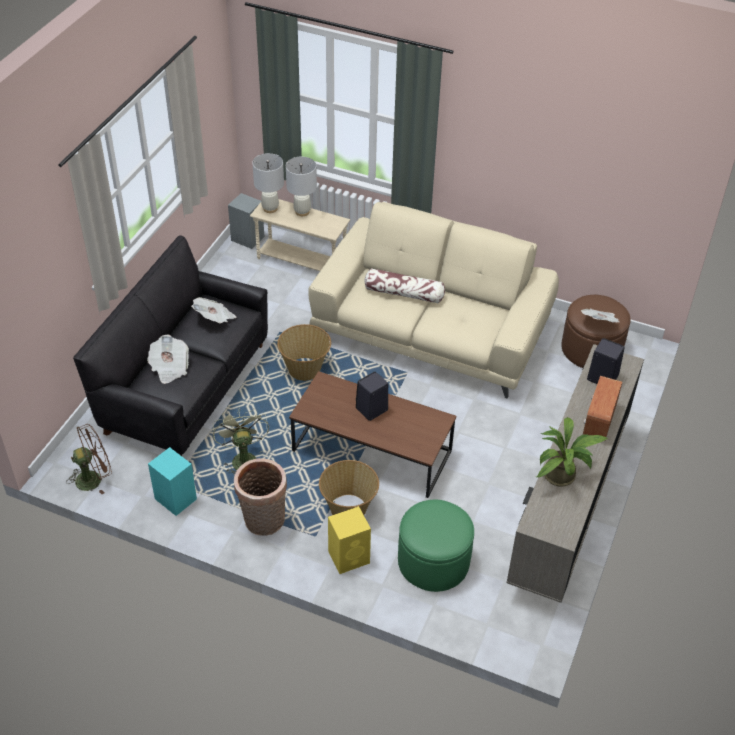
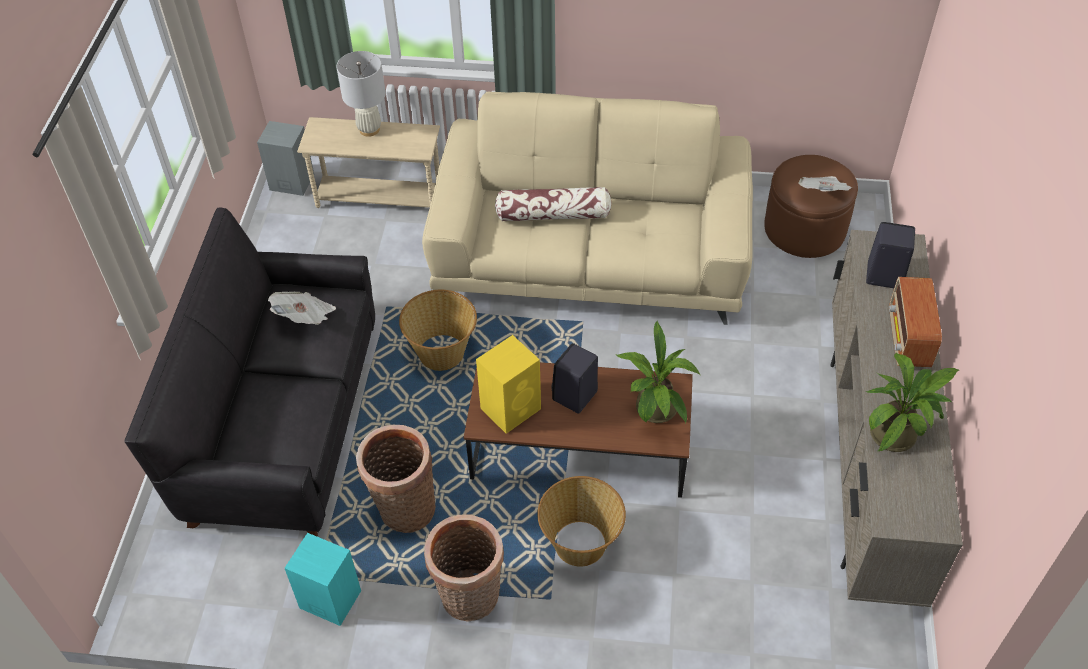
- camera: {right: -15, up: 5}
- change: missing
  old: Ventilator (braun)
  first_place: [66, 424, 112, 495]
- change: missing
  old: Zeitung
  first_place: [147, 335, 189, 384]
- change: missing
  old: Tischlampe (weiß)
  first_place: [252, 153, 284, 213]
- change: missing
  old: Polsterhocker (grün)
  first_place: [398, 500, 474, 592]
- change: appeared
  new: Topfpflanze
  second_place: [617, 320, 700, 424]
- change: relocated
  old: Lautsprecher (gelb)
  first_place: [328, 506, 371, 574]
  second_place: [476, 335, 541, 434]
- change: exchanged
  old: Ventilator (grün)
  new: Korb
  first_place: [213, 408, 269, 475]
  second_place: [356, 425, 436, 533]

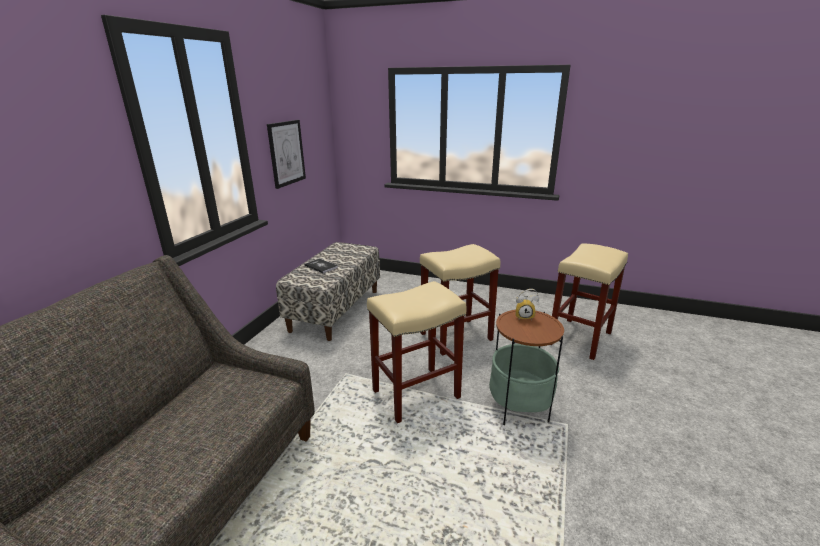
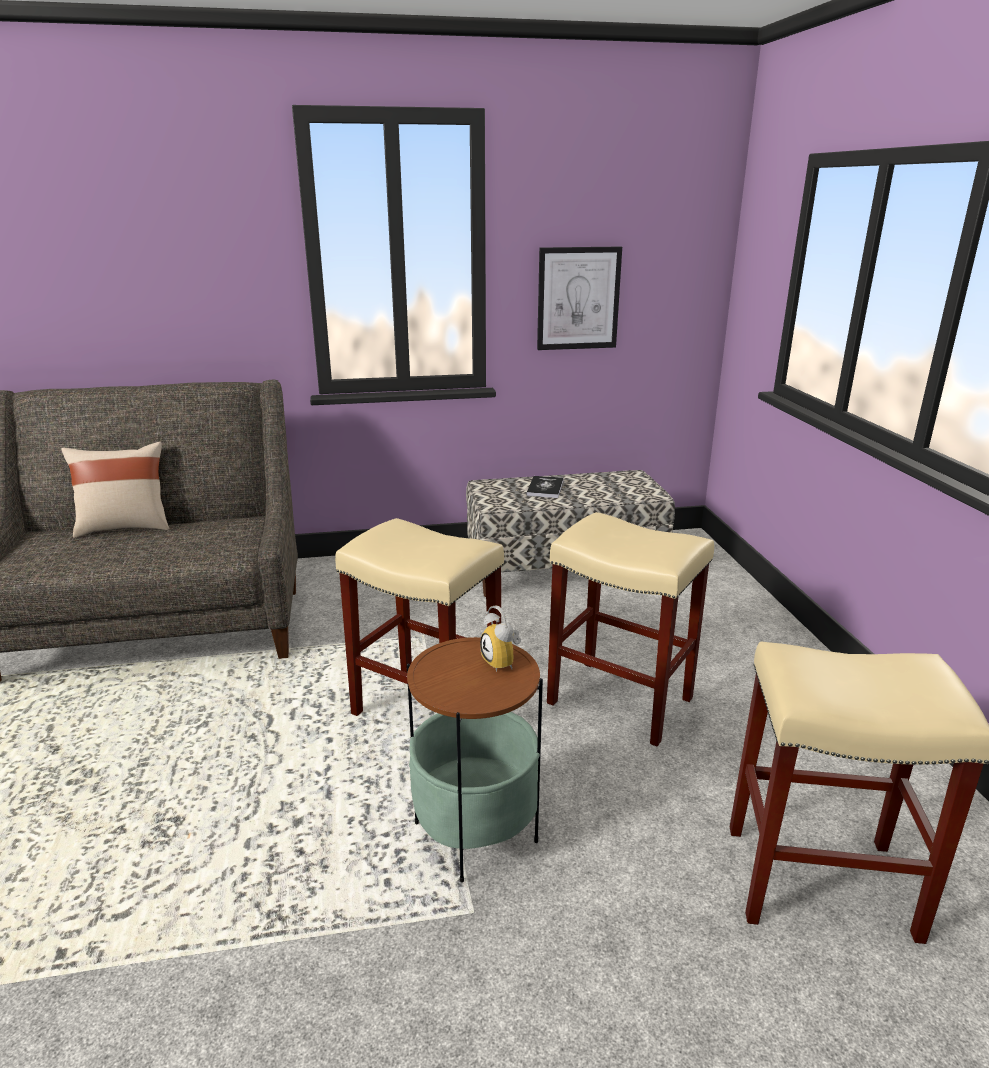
- camera: {right: 60, up: 0}
- change: appeared
  new: Kissen (beige)
  second_place: [61, 442, 169, 538]

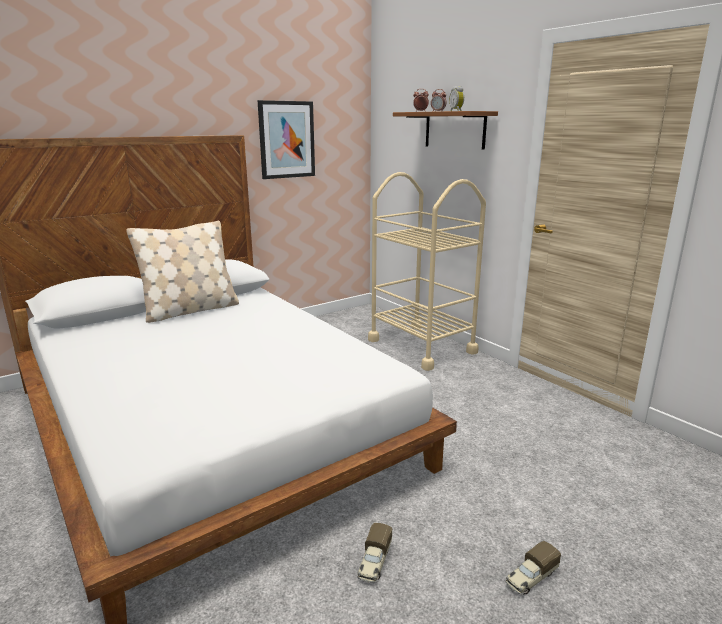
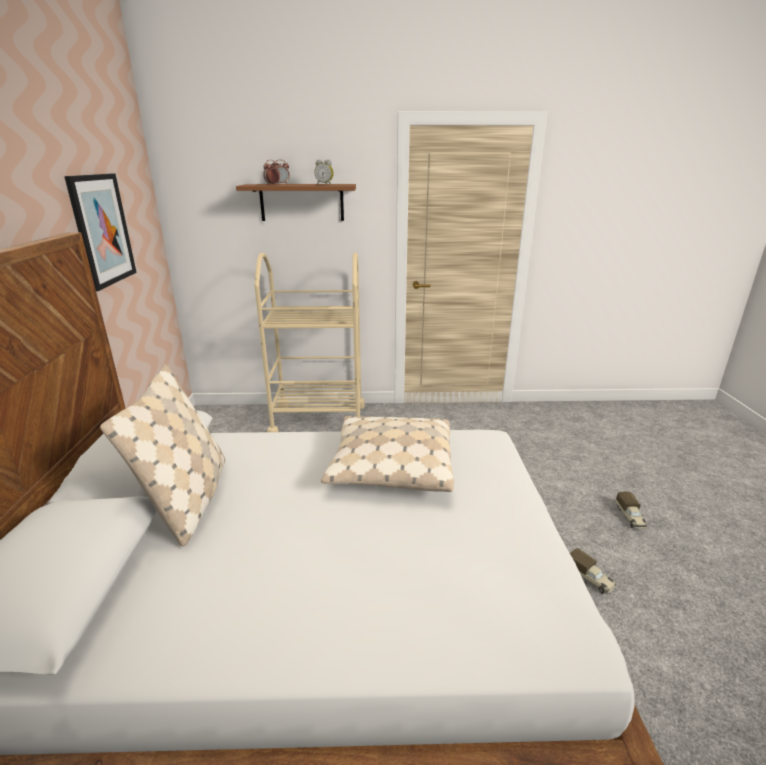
- camera: {right: -55, up: 5}
- change: appeared
  new: Kissen (beige)
  second_place: [321, 416, 454, 492]

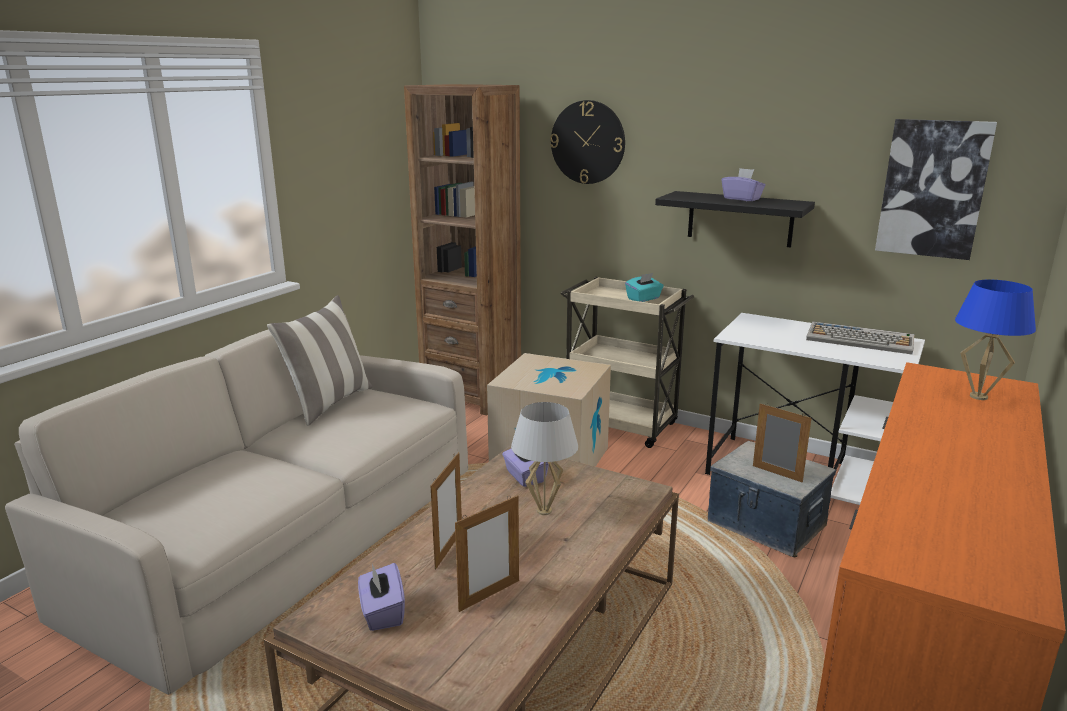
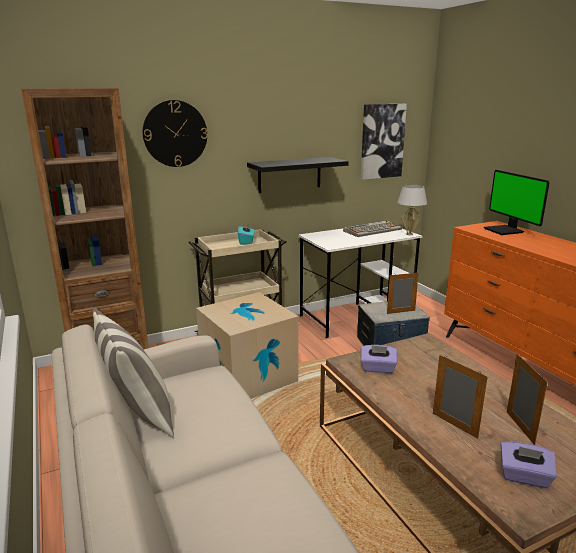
- camera: {right: -55, up: 0}
- change: missing
  old: Taschentuchbox (lila)
  first_place: [722, 168, 766, 201]
- change: relocated
  old: Tischlampe (weiß)
  first_place: [511, 402, 578, 515]
  second_place: [397, 185, 427, 235]
- change: exchanged
  old: Tischlampe (blau)
  new: Monitor
  first_place: [955, 280, 1036, 400]
  second_place: [484, 170, 550, 235]

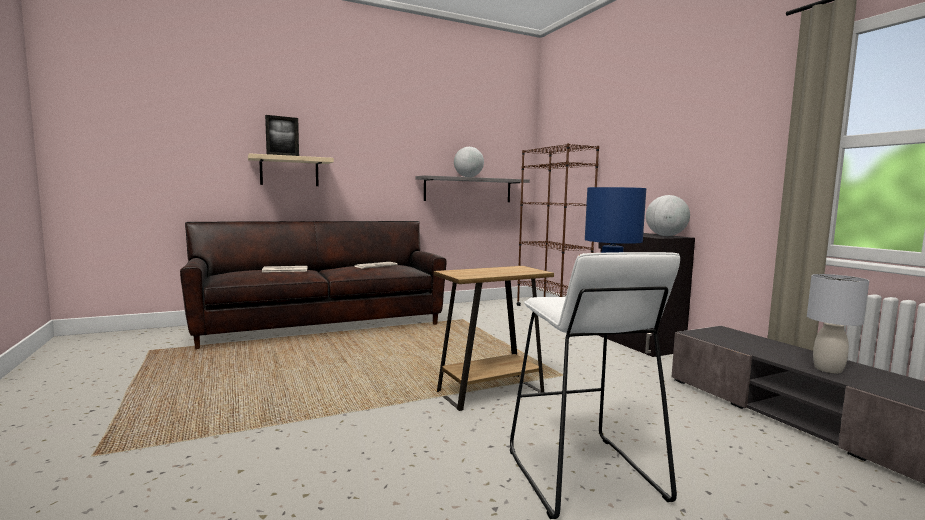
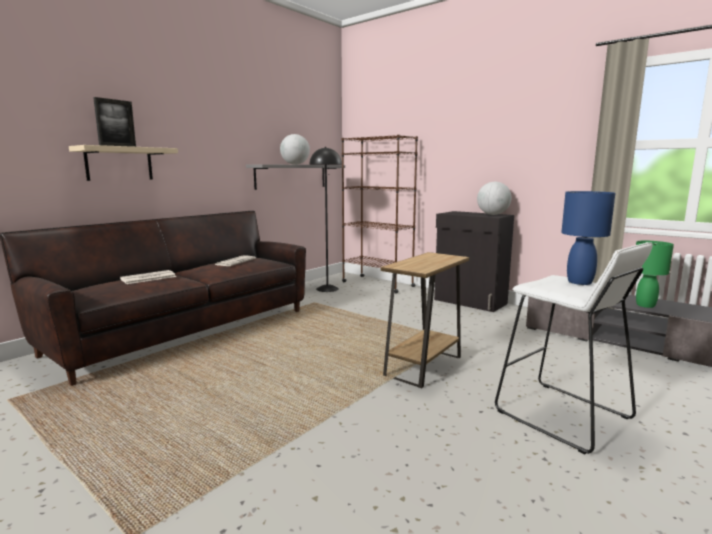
- camera: {right: -25, up: 5}
- change: appeared
  new: Stehlampe (schwarz)
  second_place: [309, 147, 342, 292]
- change: colour
  old: Tischlampe (grau)
  new: Tischlampe (grün)
  first_place: [807, 274, 869, 373]
  second_place: [636, 241, 674, 308]

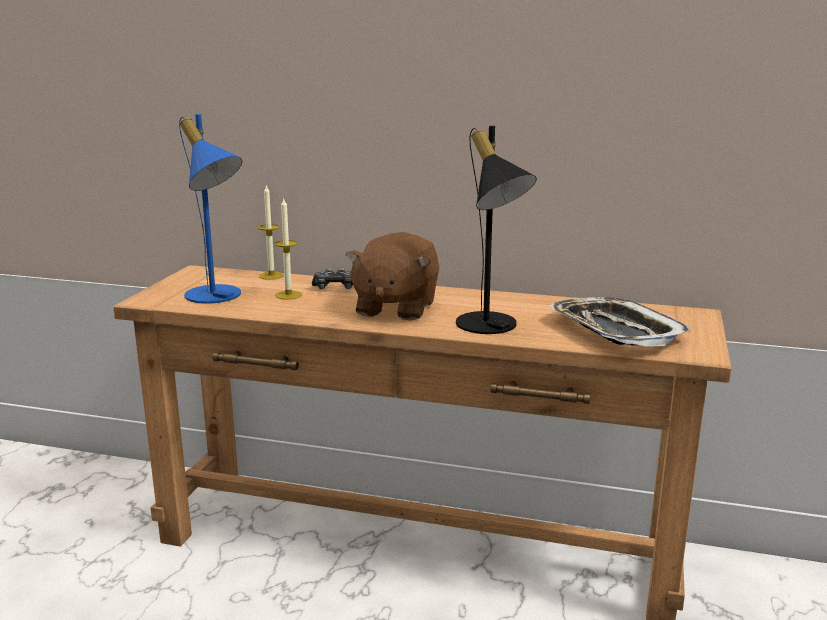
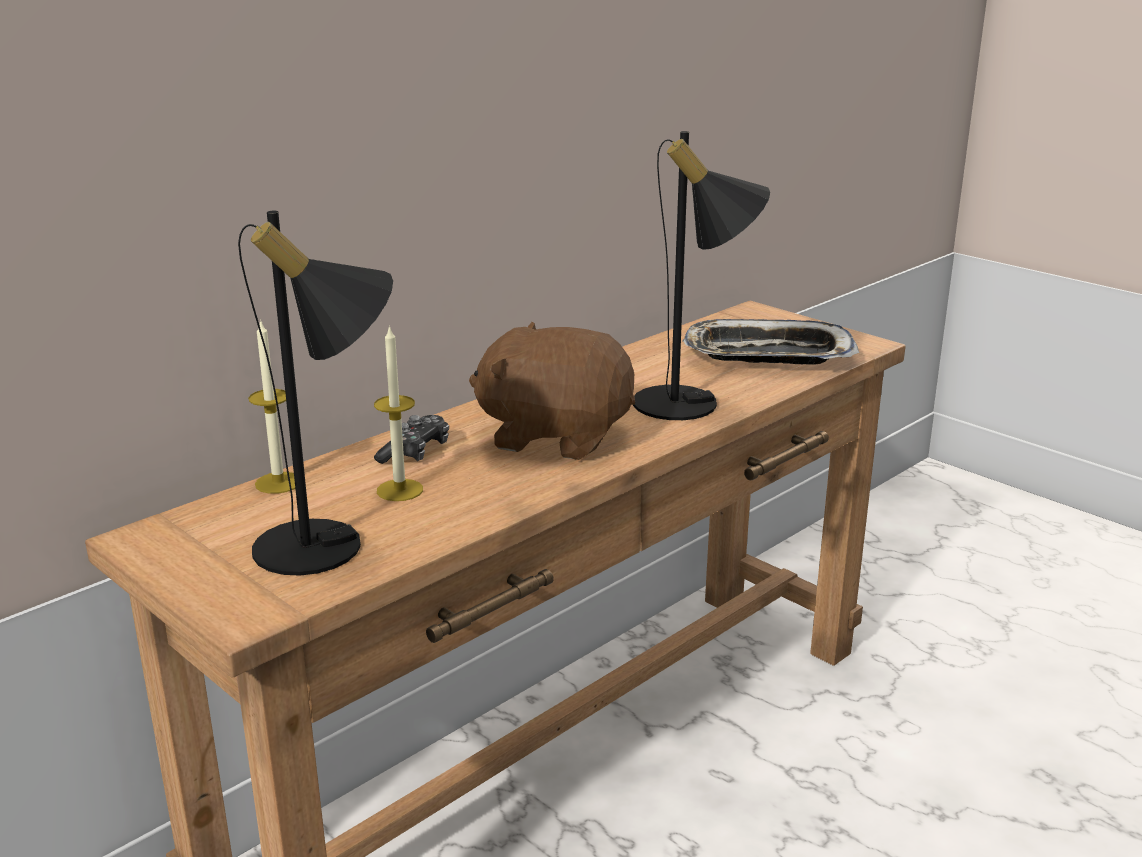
- camera: {right: -60, up: 5}
- change: colour
  old: Tischlampe (blau)
  new: Tischlampe (schwarz)
  first_place: [179, 114, 243, 304]
  second_place: [238, 211, 393, 576]
- change: spun
  old: Plüschtier (braun)
  first_place: [345, 232, 439, 320]
  second_place: [469, 322, 635, 460]
  degrees: 150

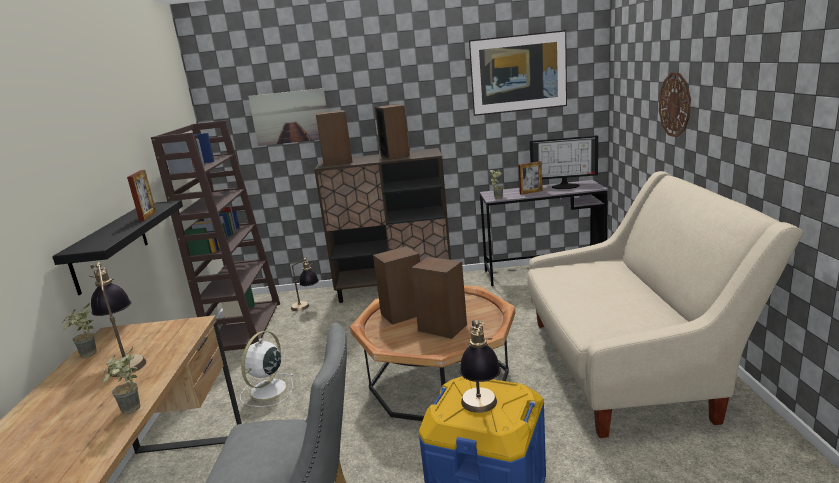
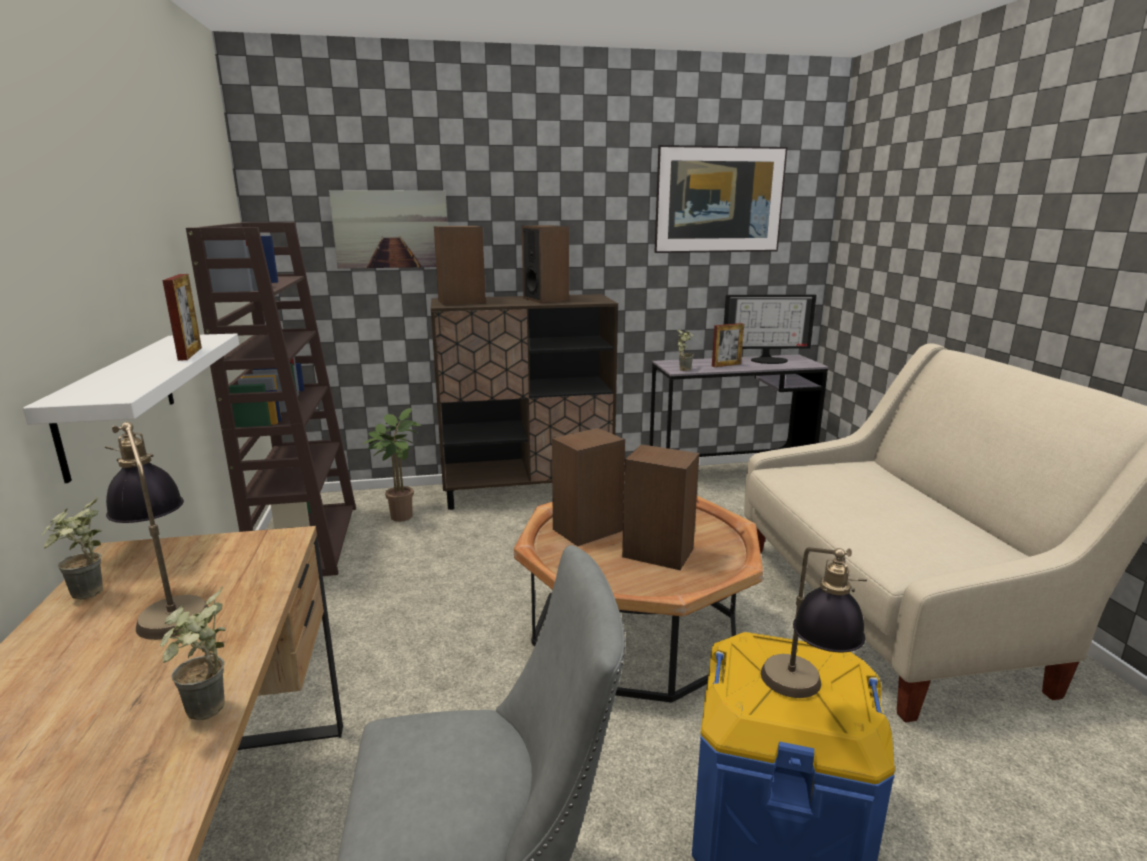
- camera: {right: -10, up: 0}
- change: missing
  old: Ventilator (weiß)
  first_place: [240, 331, 293, 407]
- change: missing
  old: Wanduhr
  first_place: [659, 73, 691, 137]
- change: exchanged
  old: Tischlampe
  new: Topfpflanze
  first_place: [291, 257, 319, 311]
  second_place: [363, 408, 421, 522]
- change: colour
  old: Wandregal (schwarz)
  new: Wandregal (weiß)
  first_place: [52, 200, 183, 295]
  second_place: [23, 334, 239, 483]

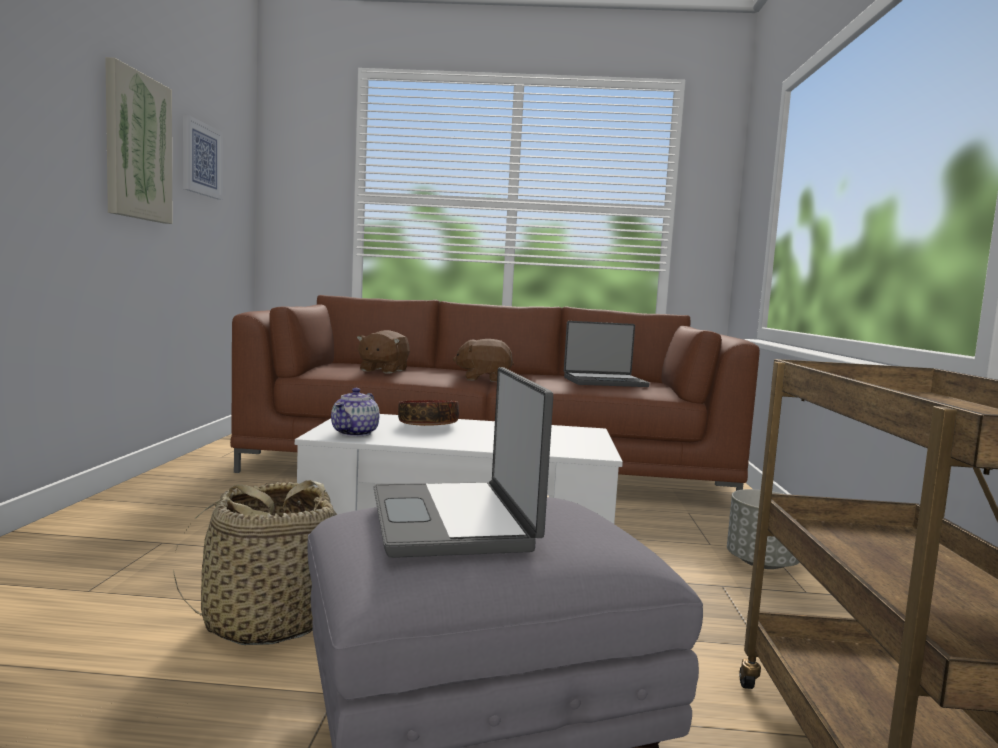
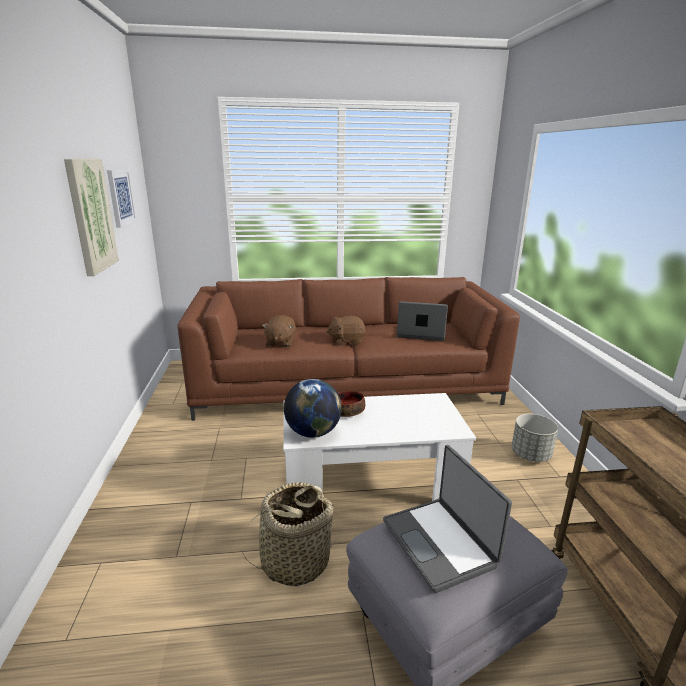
- camera: {right: -10, up: 15}
- change: exchanged
  old: Teekanne
  new: Globus
  first_place: [331, 388, 380, 437]
  second_place: [284, 379, 342, 438]
- change: spun
  old: Laptop
  first_place: [564, 321, 650, 387]
  second_place: [397, 301, 448, 341]
  degrees: -150

